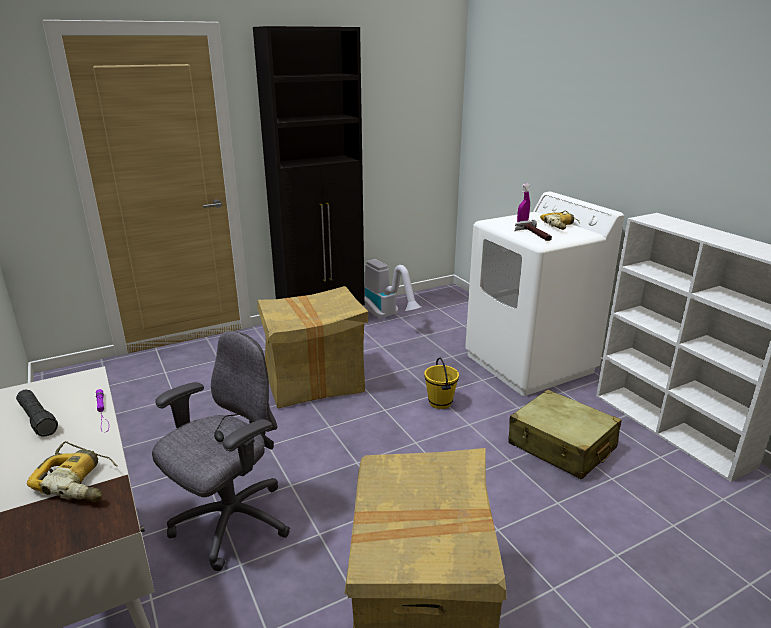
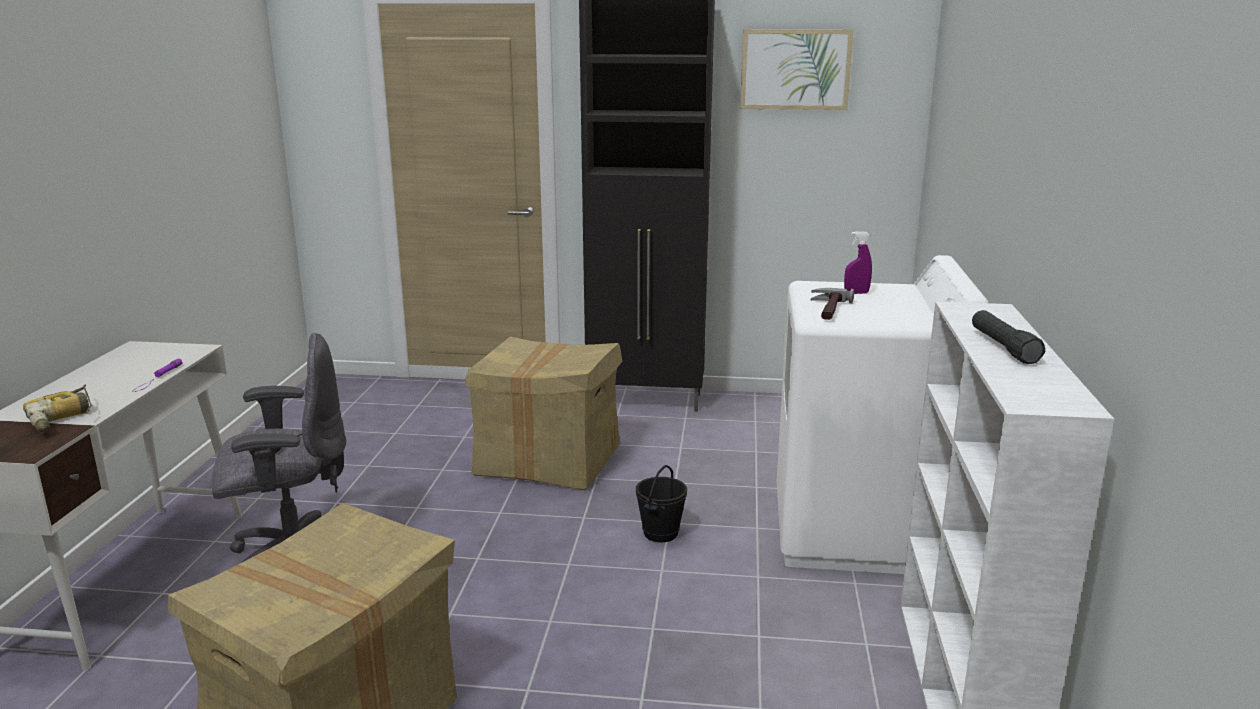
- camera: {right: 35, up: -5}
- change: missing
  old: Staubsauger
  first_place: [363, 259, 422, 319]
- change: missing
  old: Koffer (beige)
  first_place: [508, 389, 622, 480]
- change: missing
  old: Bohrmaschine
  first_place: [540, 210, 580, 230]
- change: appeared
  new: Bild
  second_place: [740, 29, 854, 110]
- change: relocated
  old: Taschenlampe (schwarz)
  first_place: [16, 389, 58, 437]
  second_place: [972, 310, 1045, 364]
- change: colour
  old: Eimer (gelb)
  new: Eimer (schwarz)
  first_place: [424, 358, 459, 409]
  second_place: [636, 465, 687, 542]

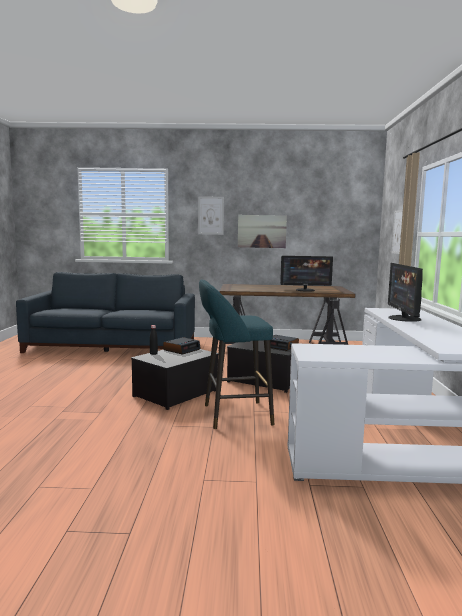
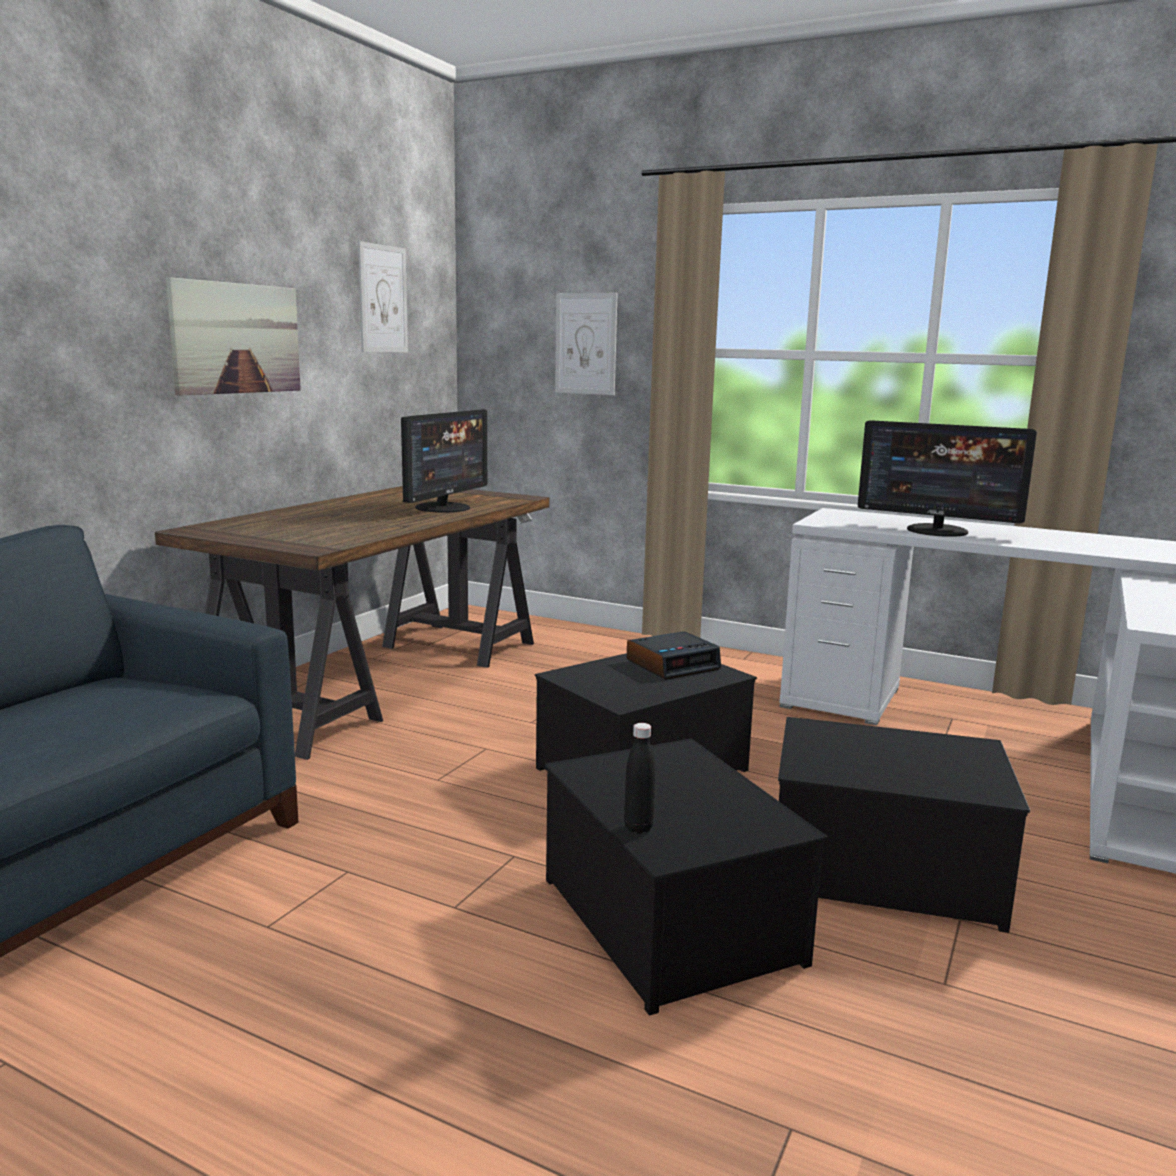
- camera: {right: -65, up: 5}
- change: missing
  old: Wecker
  first_place: [163, 337, 201, 355]
- change: relocated
  old: Bild
  first_place: [198, 196, 224, 235]
  second_place: [358, 241, 408, 352]
- change: exchanged
  old: Hocker (türkis)
  new: Aufbewahrungsbox
  first_place: [199, 279, 274, 429]
  second_place: [778, 717, 1030, 933]

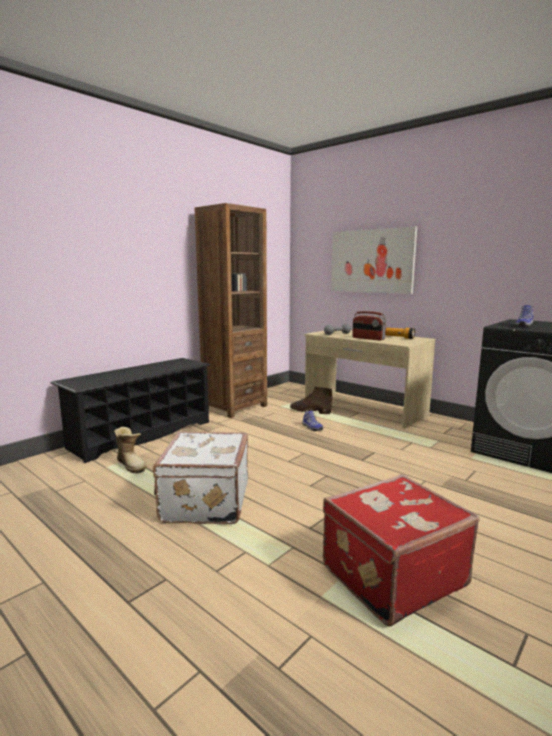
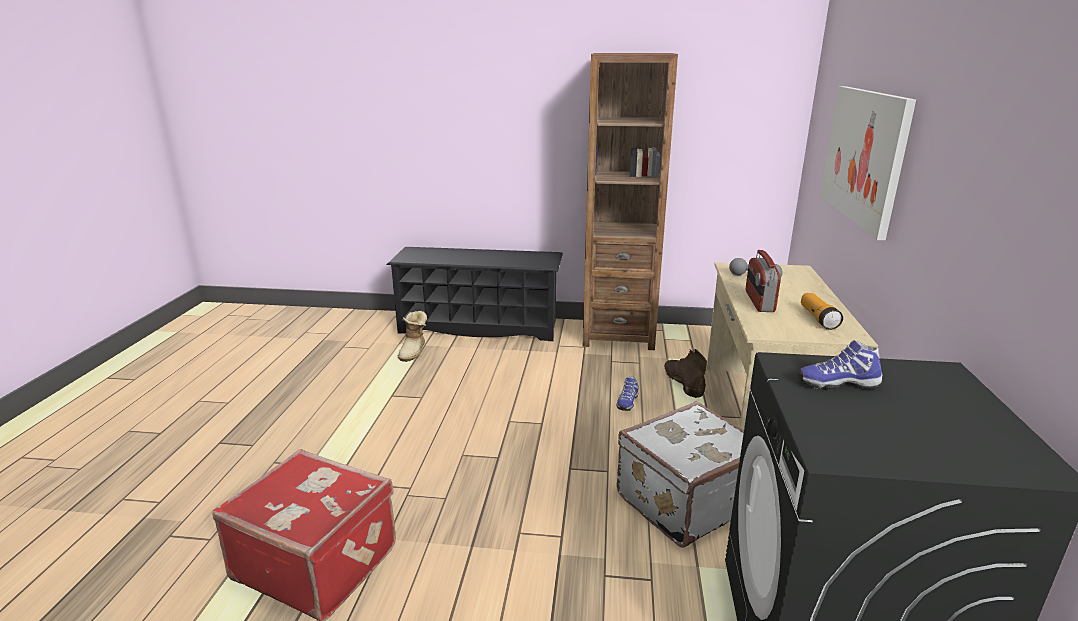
- camera: {right: 55, up: 10}
- change: relocated
  old: Koffer (weiß)
  first_place: [153, 431, 248, 524]
  second_place: [617, 401, 744, 548]

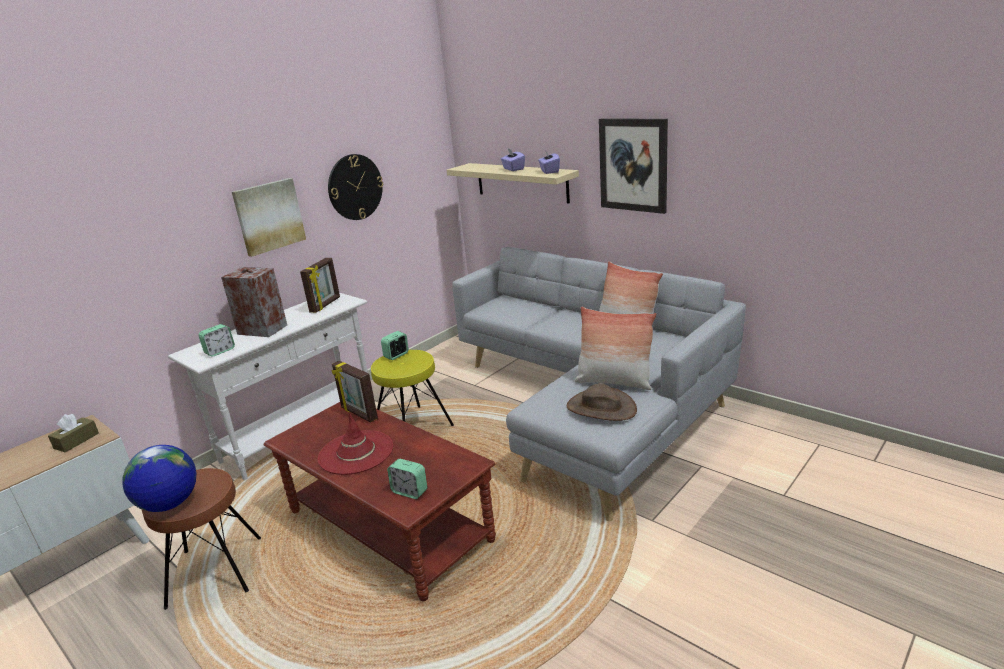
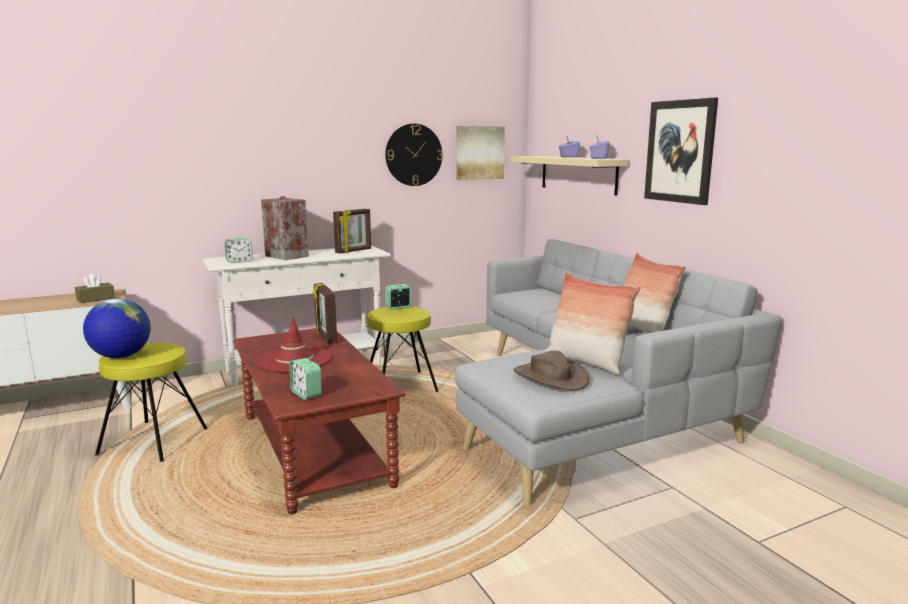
- camera: {right: 20, up: -10}
- change: relocated
  old: Bild
  first_place: [232, 178, 306, 257]
  second_place: [457, 126, 505, 180]
- change: colour
  old: Hocker (braun)
  new: Hocker (gelb)
  first_place: [142, 468, 261, 610]
  second_place: [95, 343, 208, 462]

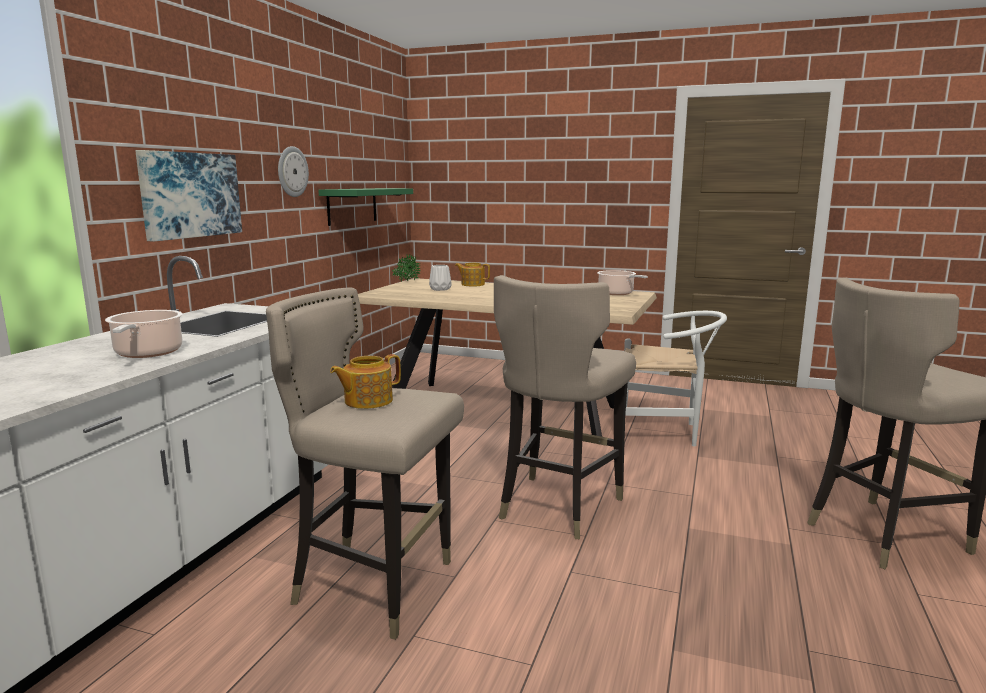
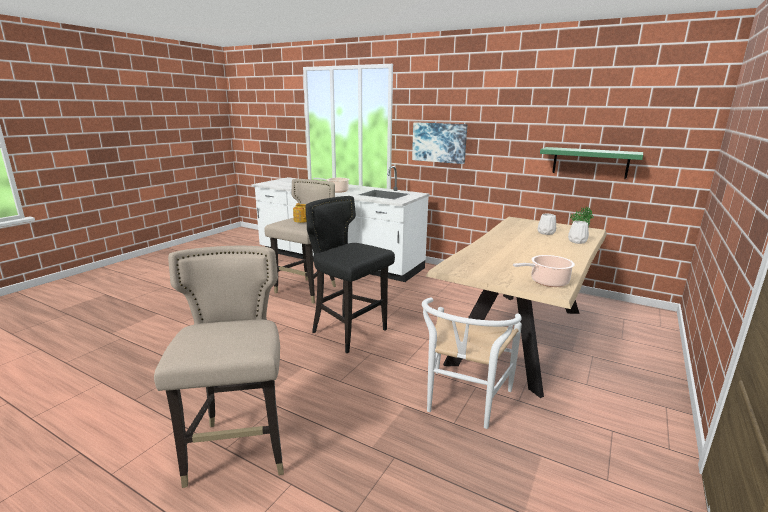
- camera: {right: 100, up: 5}
- change: missing
  old: Wanduhr
  first_place: [278, 146, 309, 197]
- change: exchanged
  old: Teekanne
  new: Vase (weiß)
  first_place: [455, 263, 490, 286]
  second_place: [568, 221, 589, 244]
- change: colour
  old: Hocker (beige)
  new: Hocker (schwarz)
  first_place: [494, 275, 636, 539]
  second_place: [305, 196, 395, 353]

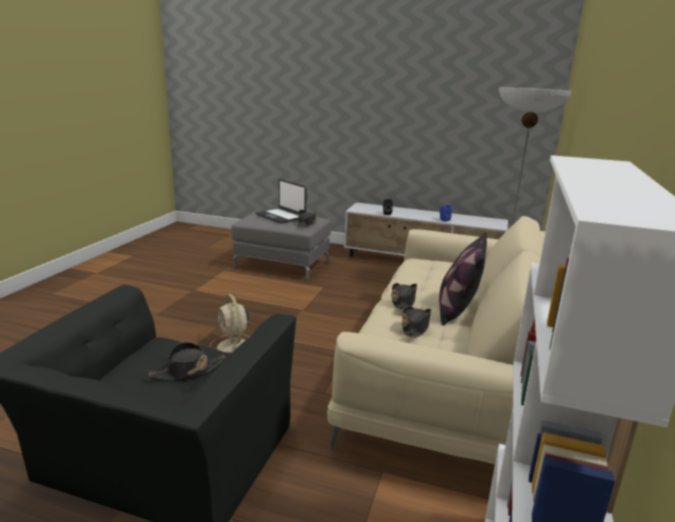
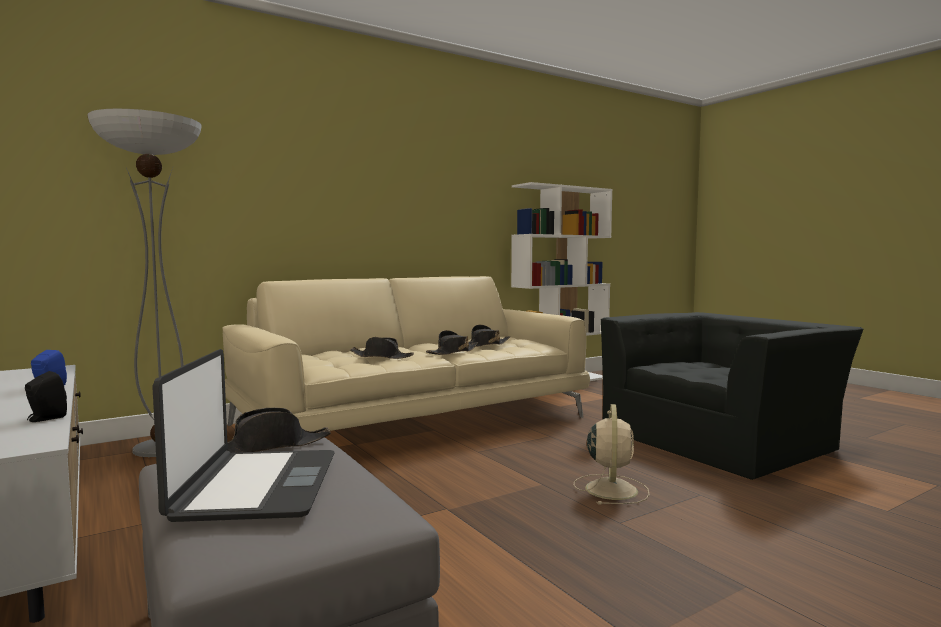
- camera: {right: -140, up: -15}
- change: missing
  old: Kissen
  first_place: [439, 232, 487, 326]
- change: relocated
  old: Hut (schwarz)
  first_place: [148, 342, 225, 379]
  second_place: [350, 337, 414, 359]

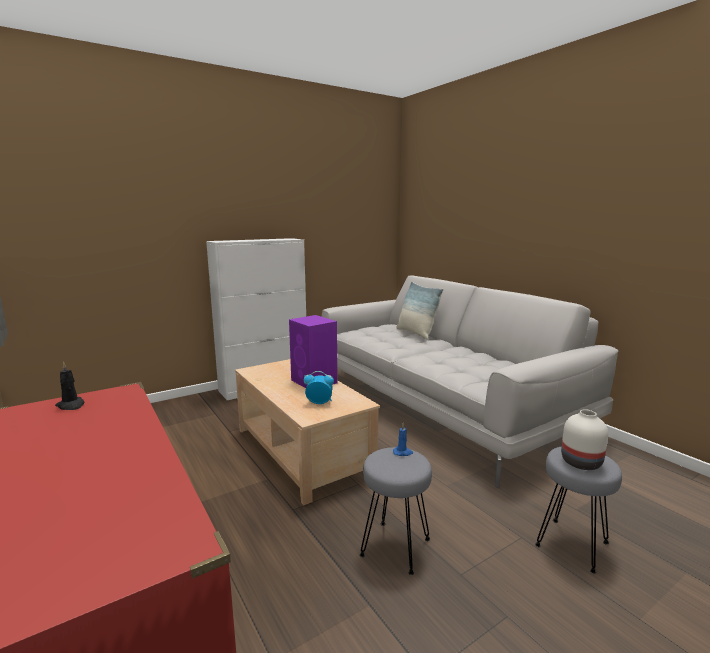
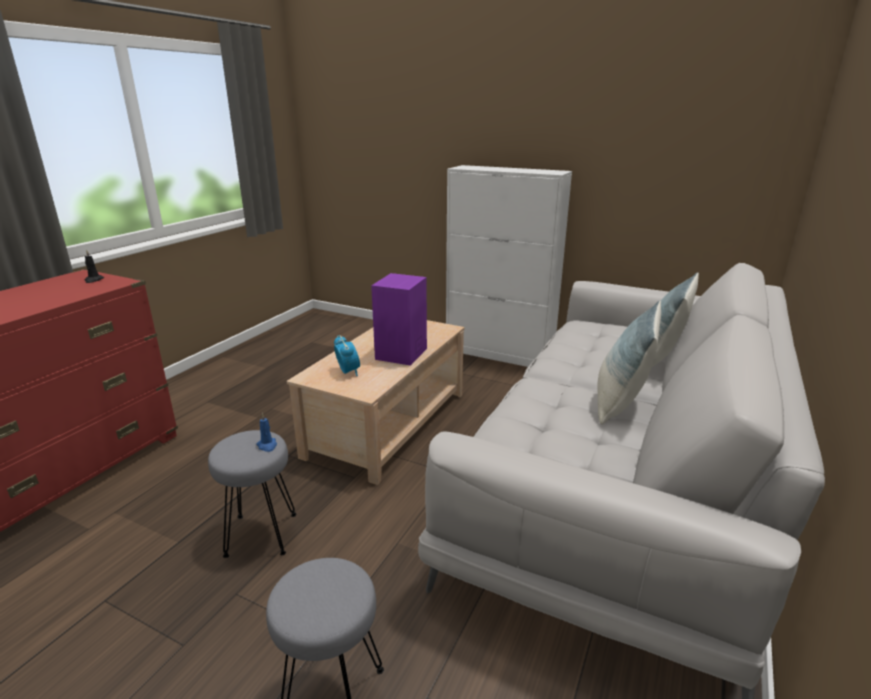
- camera: {right: 60, up: 10}
- change: missing
  old: Vase (weiß)
  first_place: [561, 409, 608, 470]
- change: appeared
  new: Kissen
  second_place: [597, 301, 661, 425]

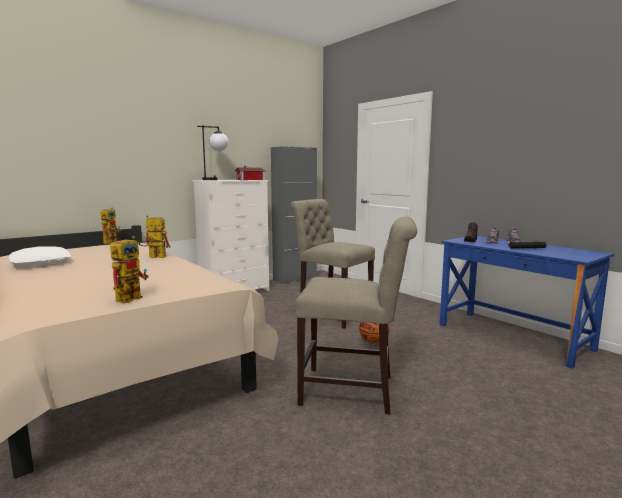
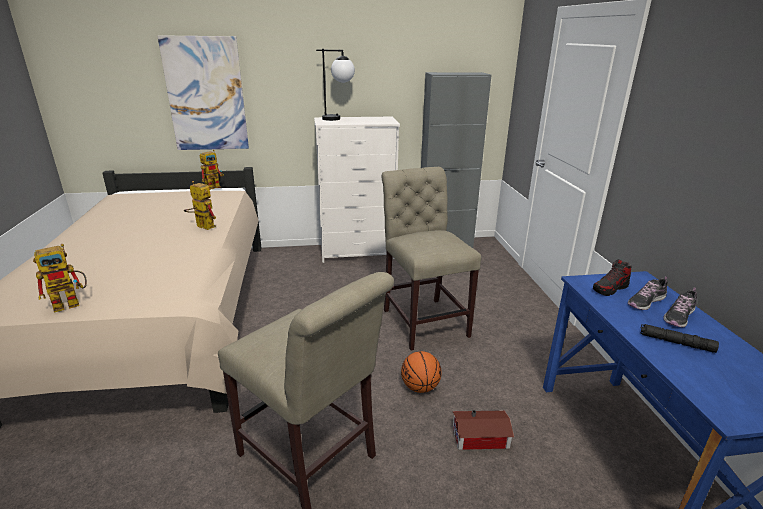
- camera: {right: 30, up: 15}
- change: missing
  old: Kissen (weiß)
  first_place: [8, 246, 71, 266]
- change: appeared
  new: Bild
  second_place: [157, 35, 249, 150]
- change: relocated
  old: Spielzeughaus
  first_place: [235, 166, 265, 180]
  second_place: [453, 410, 514, 450]

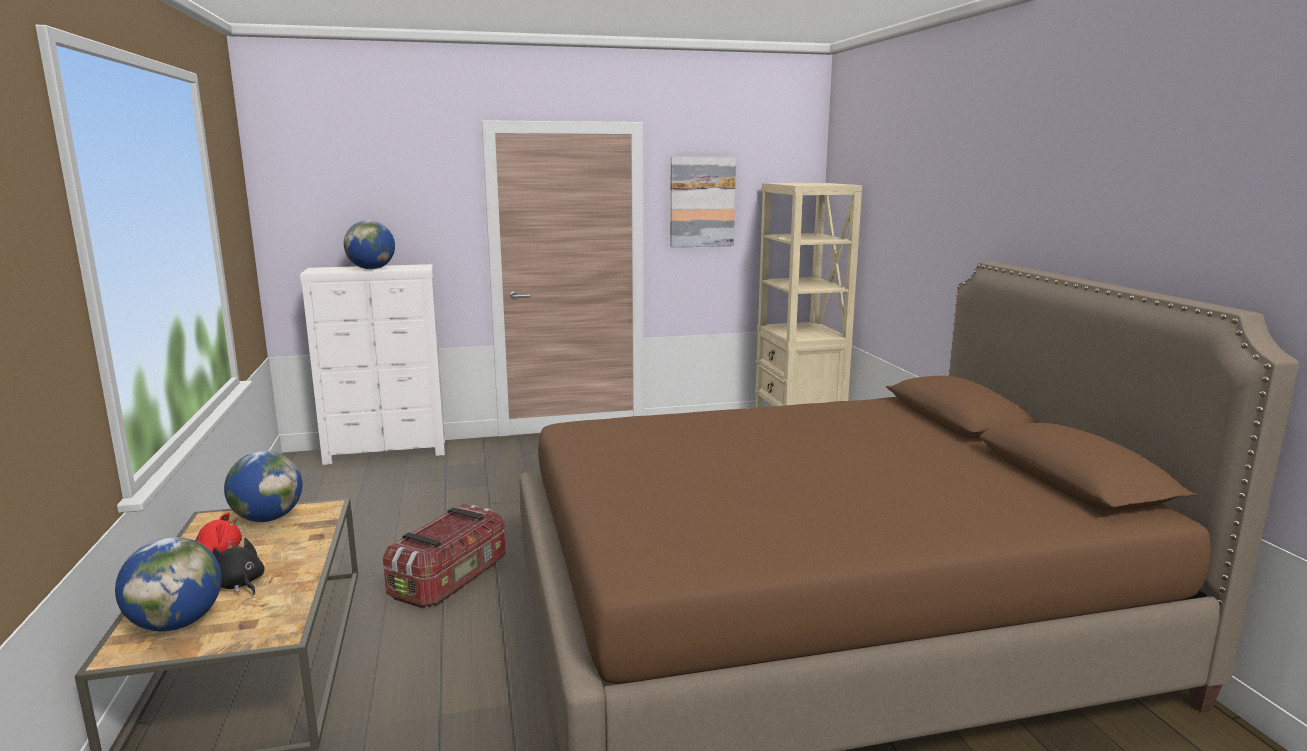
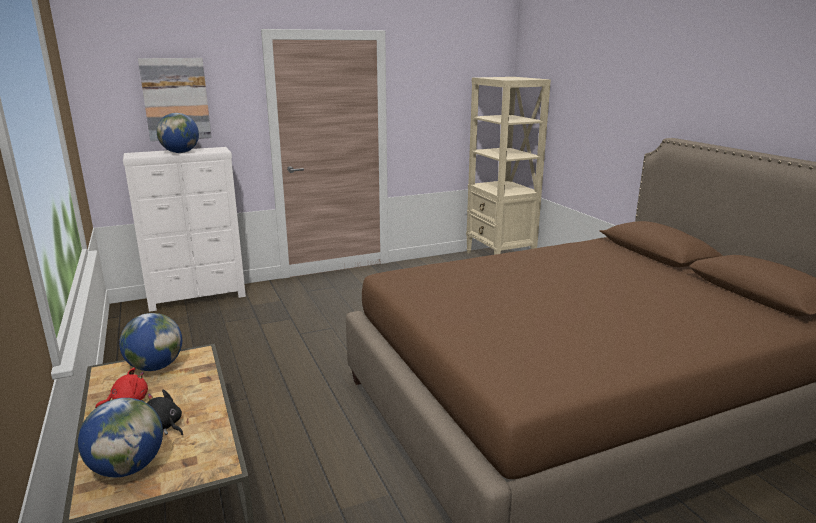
- camera: {right: -10, up: 5}
- change: missing
  old: Aufbewahrungsbox
  first_place: [383, 504, 506, 608]
- change: relocated
  old: Bild
  first_place: [670, 157, 736, 248]
  second_place: [138, 58, 212, 141]

